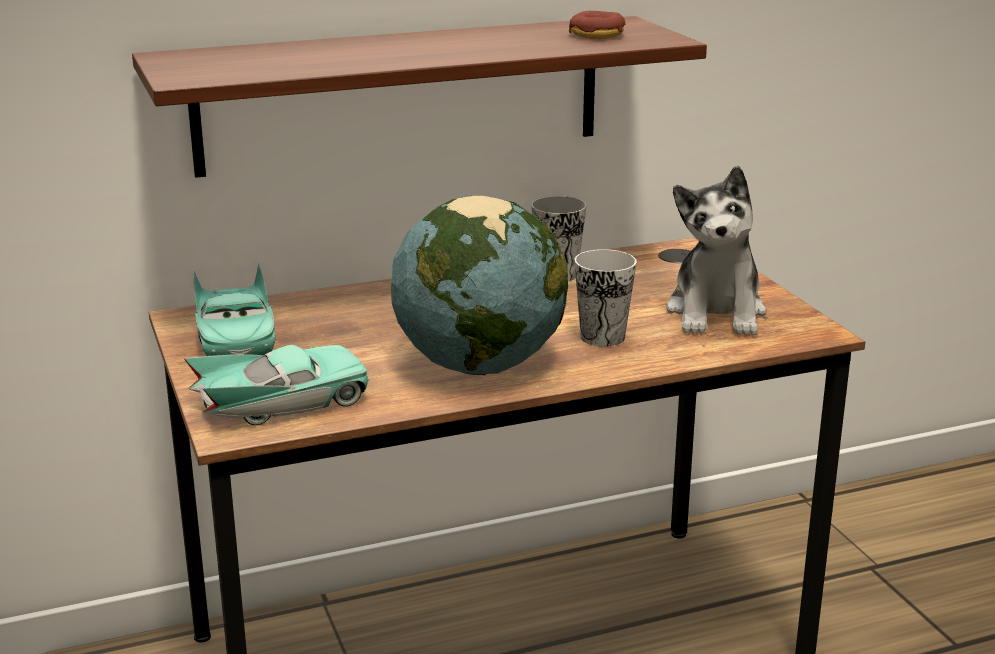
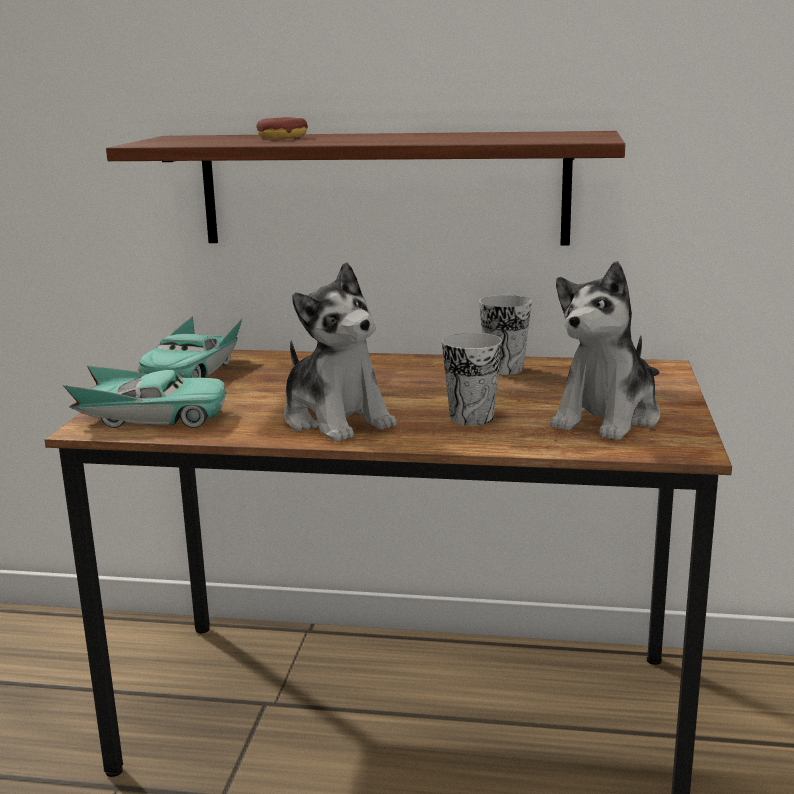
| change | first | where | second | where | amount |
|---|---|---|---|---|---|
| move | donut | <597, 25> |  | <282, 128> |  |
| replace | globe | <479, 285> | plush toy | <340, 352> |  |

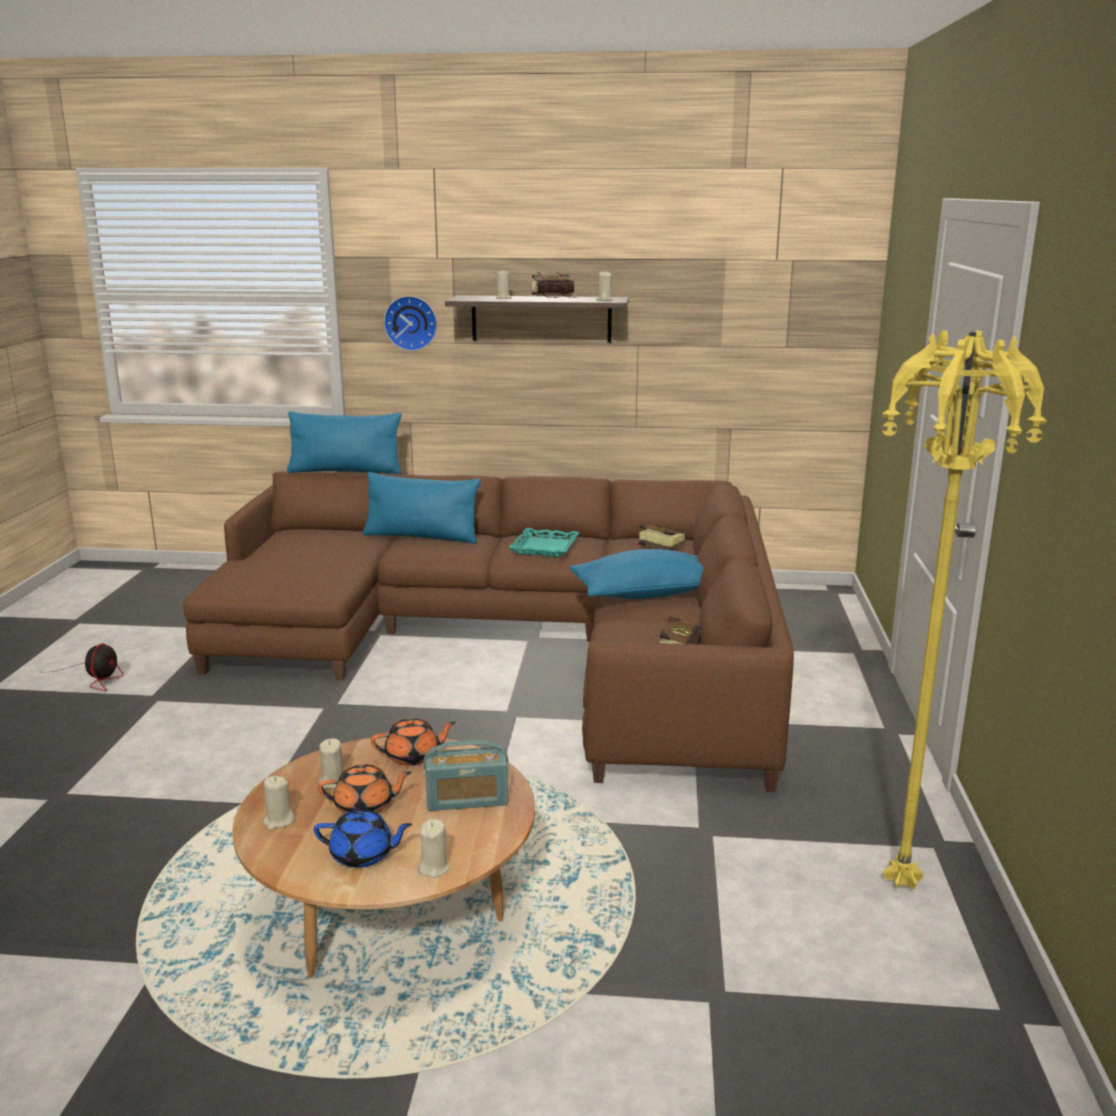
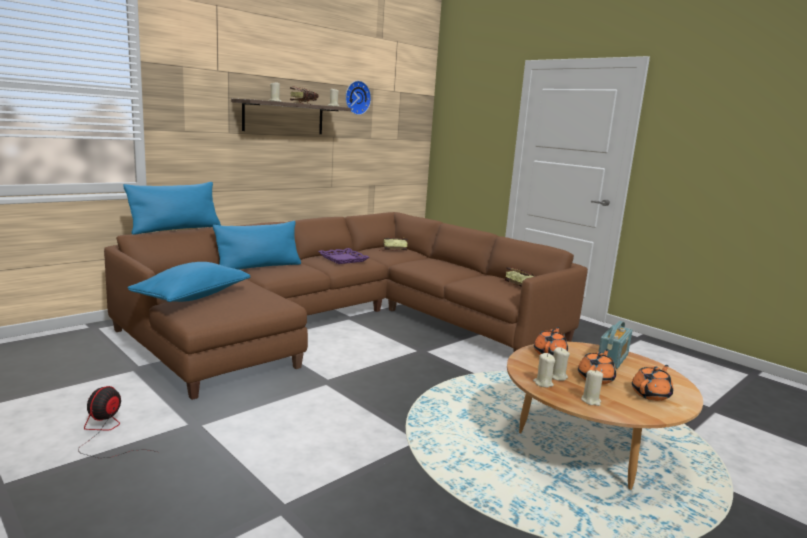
| change | first | where | second | where | amount |
|---|---|---|---|---|---|
| move | wall clock | <410, 323> |  | <358, 98> |  |
| delete | yellow floor lamp | <964, 609> |  |  |  |
| recolor | turquoise tray | <544, 542> | purple tray | <344, 256> |  |
| move | blue pillow | <636, 574> |  | <189, 282> |  |
| rotate | fan | <88, 667> |  | <117, 422> | 120 degrees counterclockwise |
| recolor | blue teapot | <363, 839> | orange teapot | <652, 383> |  |
| move | beige candle | <434, 848> |  | <544, 370> |  |

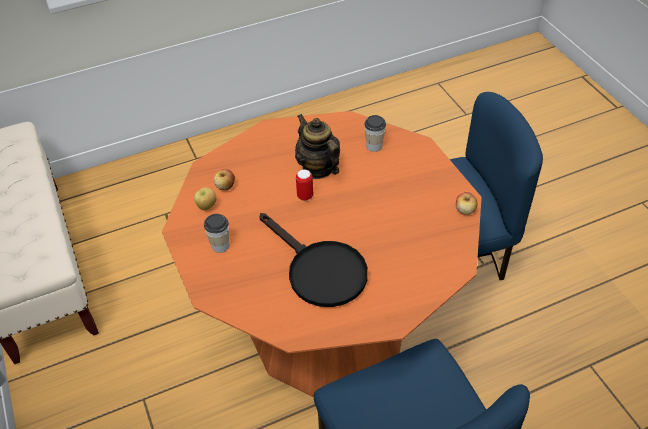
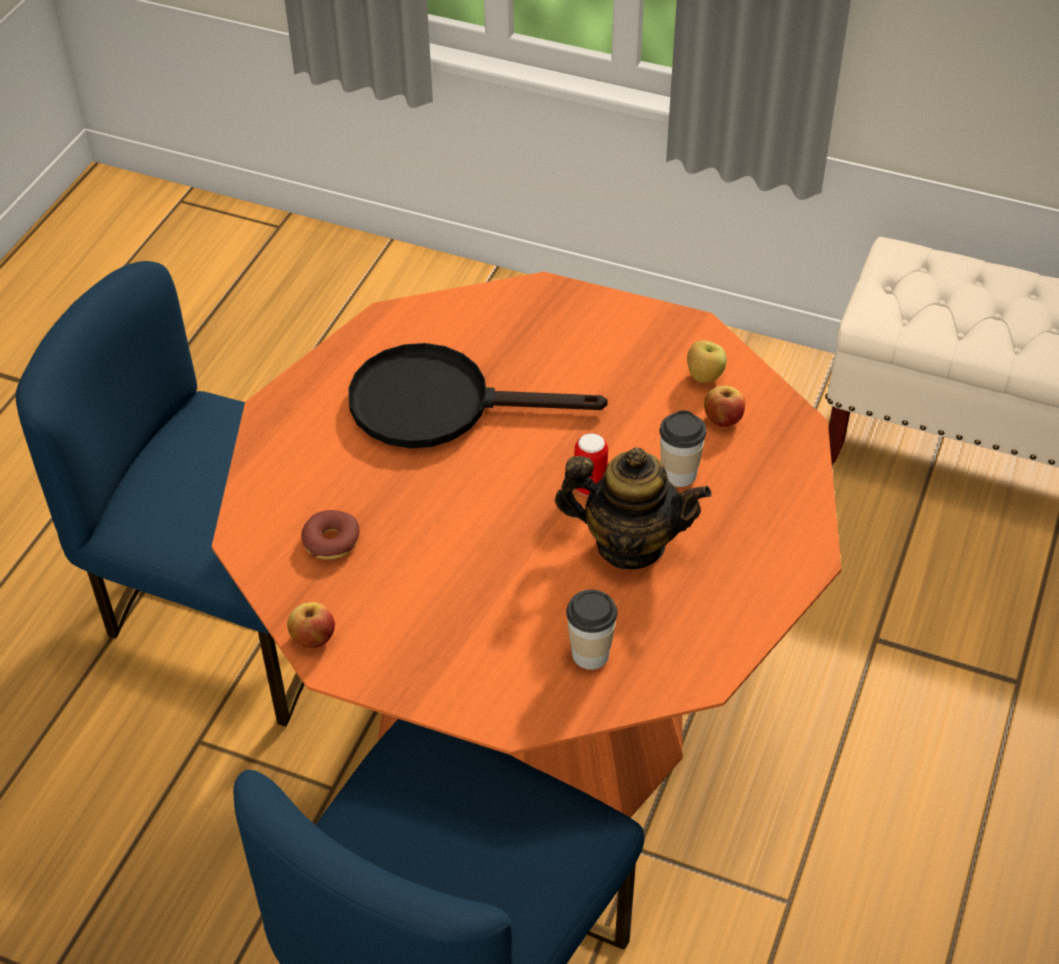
| change | first | where | second | where | amount |
|---|---|---|---|---|---|
| move | cup | <217, 233> |  | <683, 448> |  |
| insert |  |  | donut | <330, 534> |  |

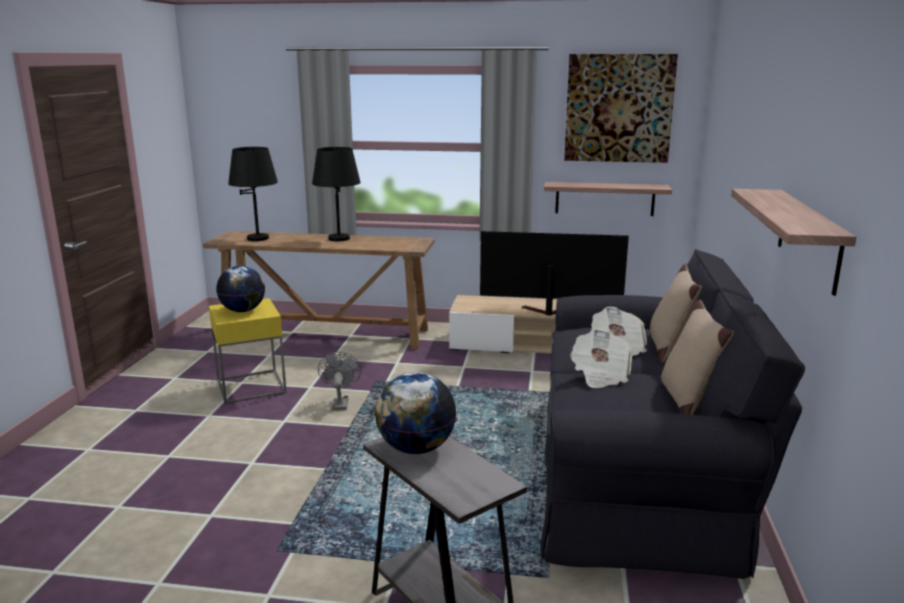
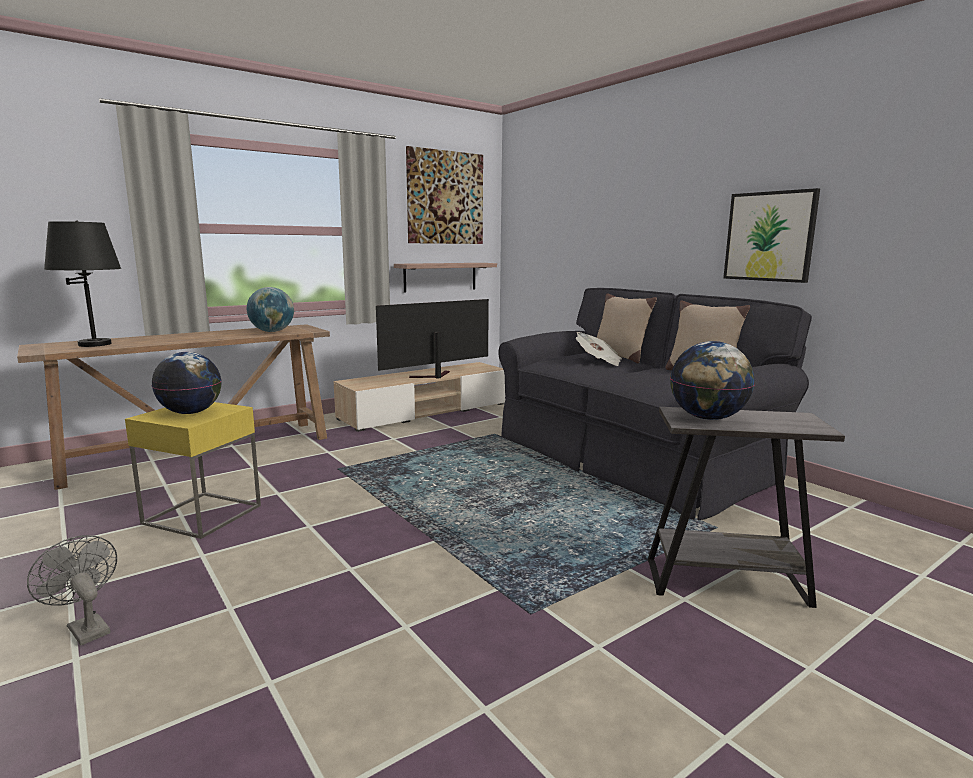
| change | first | where | second | where | amount |
|---|---|---|---|---|---|
| delete | black table lamp | <336, 194> |  |  |  |
| replace | shelf | <793, 242> | picture | <771, 235> |  |
| delete | newspaper | <601, 358> |  |  |  |
| move | grey fan | <339, 381> |  | <72, 590> |  |
| insert |  |  | globe | <270, 309> |  |

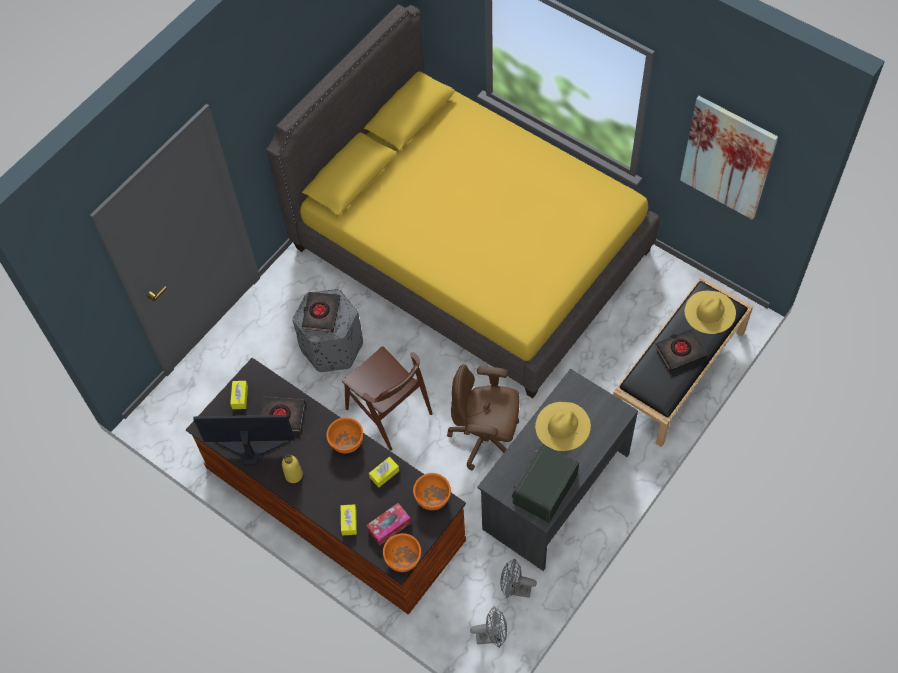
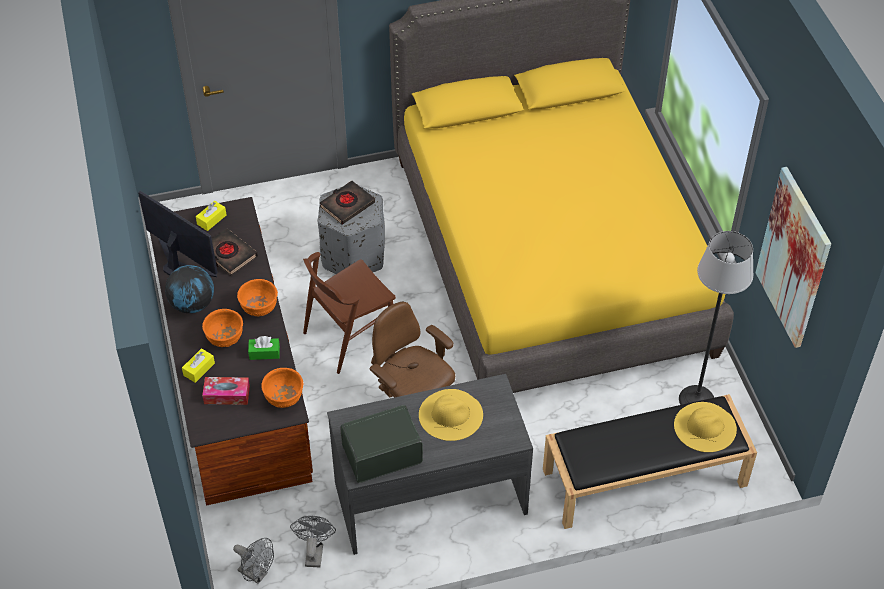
| change | first | where | second | where | amount |
|---|---|---|---|---|---|
| delete | black book | <681, 349> |  |  |  |
| rotate | brown chair | <387, 398> |  | <349, 313> | 60 degrees clockwise |
| replace | yellow bottle | <292, 469> | globe | <189, 289> |  |
| recolor | yellow tissue box | <384, 472> | green tissue box | <264, 348> |  |
| move | orange bowl | <402, 552> |  | <222, 328> |  |
| rotate | grey fan | <518, 578> |  | <313, 541> | 45 degrees clockwise |
| insert |  |  | floor lamp | <716, 318> |  |

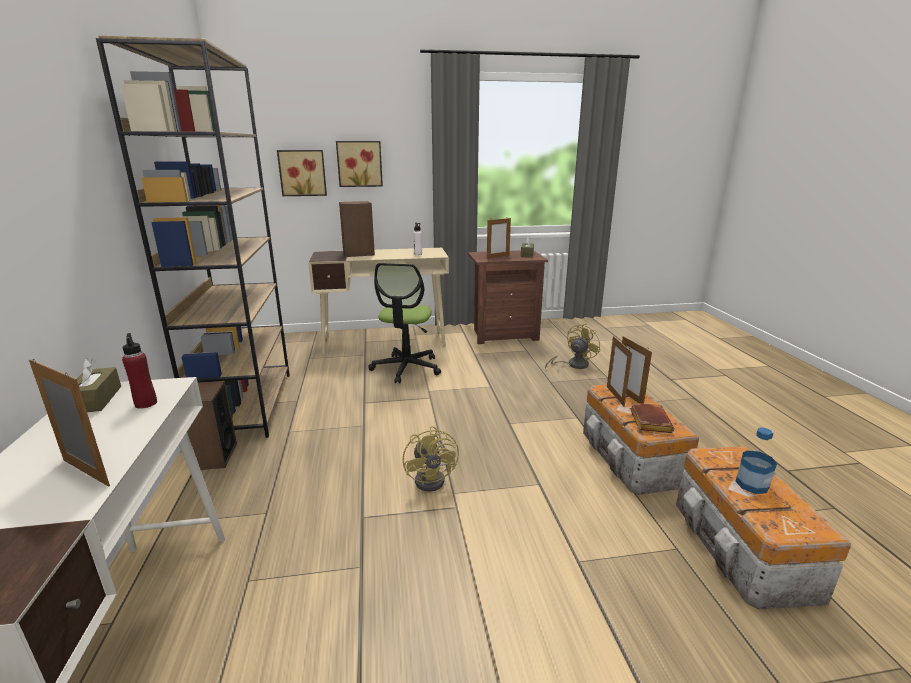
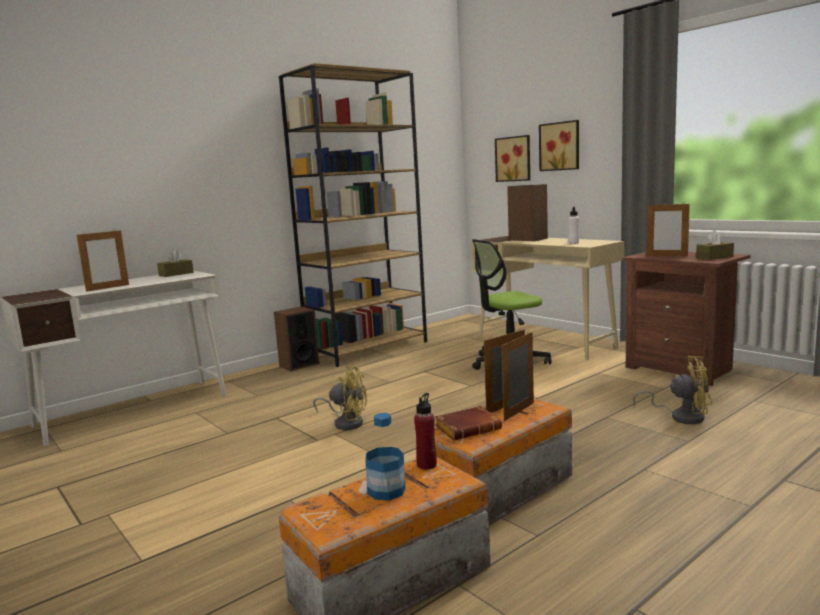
| change | first | where | second | where | amount |
|---|---|---|---|---|---|
| move | red bottle | <139, 371> |  | <425, 431> |  |
| rotate | picture frame | <69, 423> |  | <103, 260> | 45 degrees clockwise |
| rotate | yellow fan | <430, 459> |  | <340, 398> | 120 degrees counterclockwise |

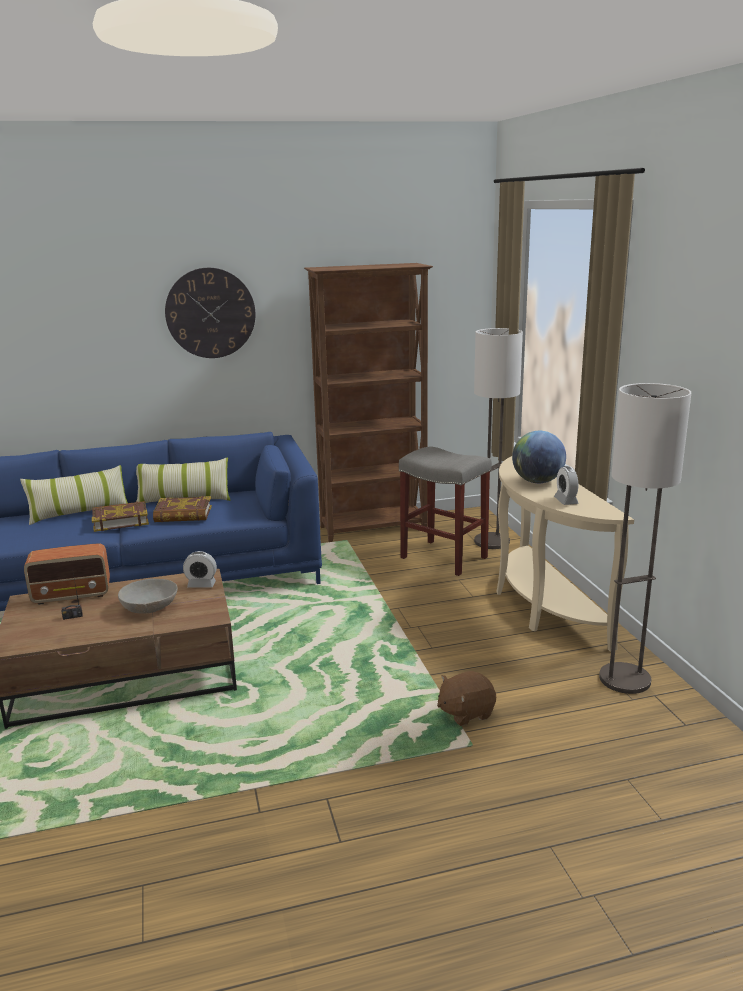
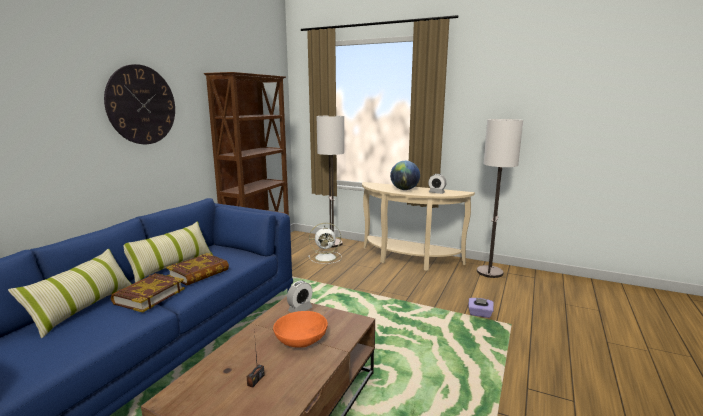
| change | first | where | second | where | amount |
|---|---|---|---|---|---|
| replace | grey stool | <445, 511> | white fan | <325, 243> |  |
| delete | radio | <67, 574> |  |  |  |
| recolor | grey bowl | <148, 596> | orange bowl | <300, 329> |  |
| replace | brown plush toy | <466, 698> | purple tissue box | <481, 308> |  |

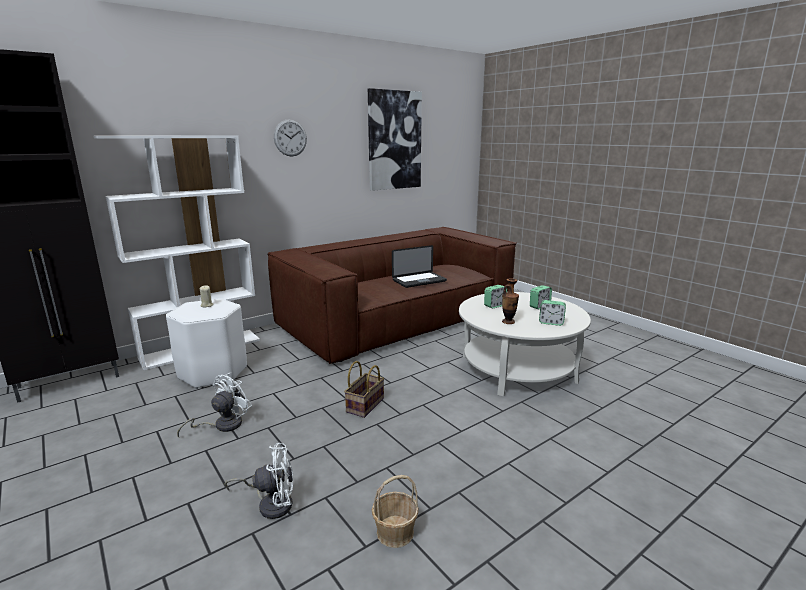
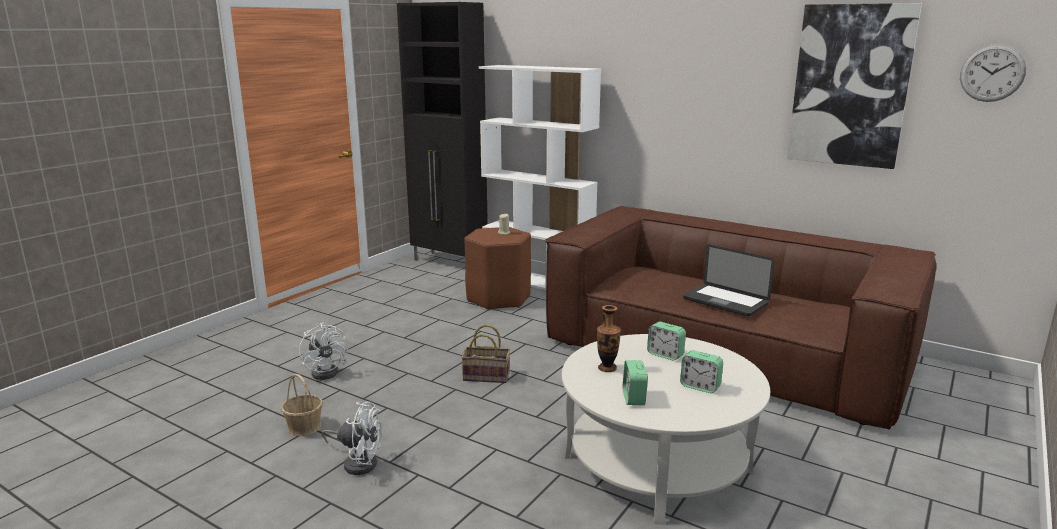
| change | first | where | second | where | amount |
|---|---|---|---|---|---|
| move | wall clock | <290, 137> |  | <993, 73> |  |
| recolor | white stool | <206, 343> | brown stool | <497, 268> |  |
| move | white fan | <214, 405> |  | <352, 438> |  |

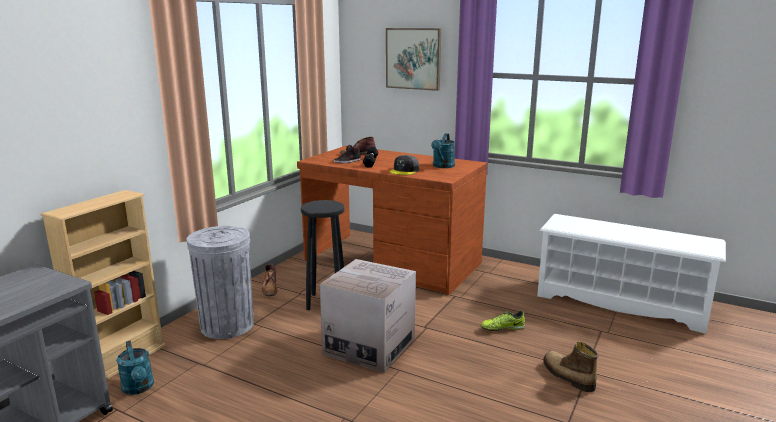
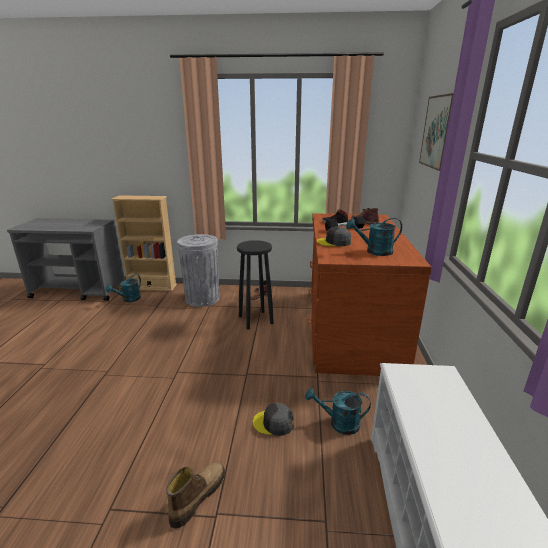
| change | first | where | second | where | amount |
|---|---|---|---|---|---|
| delete | cardboard box | <368, 316> |  |  |  |
| replace | shoe | <503, 320> | grey cap | <273, 419> |  |
| insert |  |  | turquoise watering can | <338, 411> |  |

